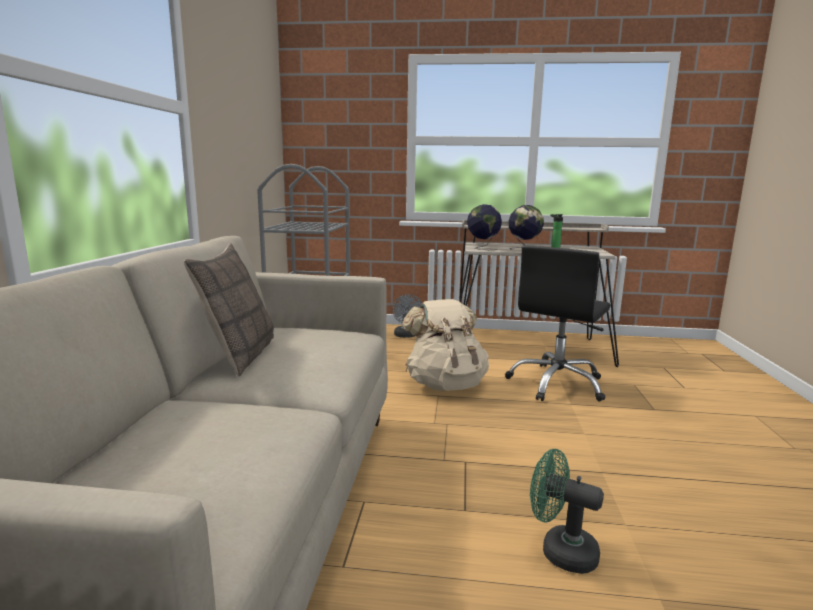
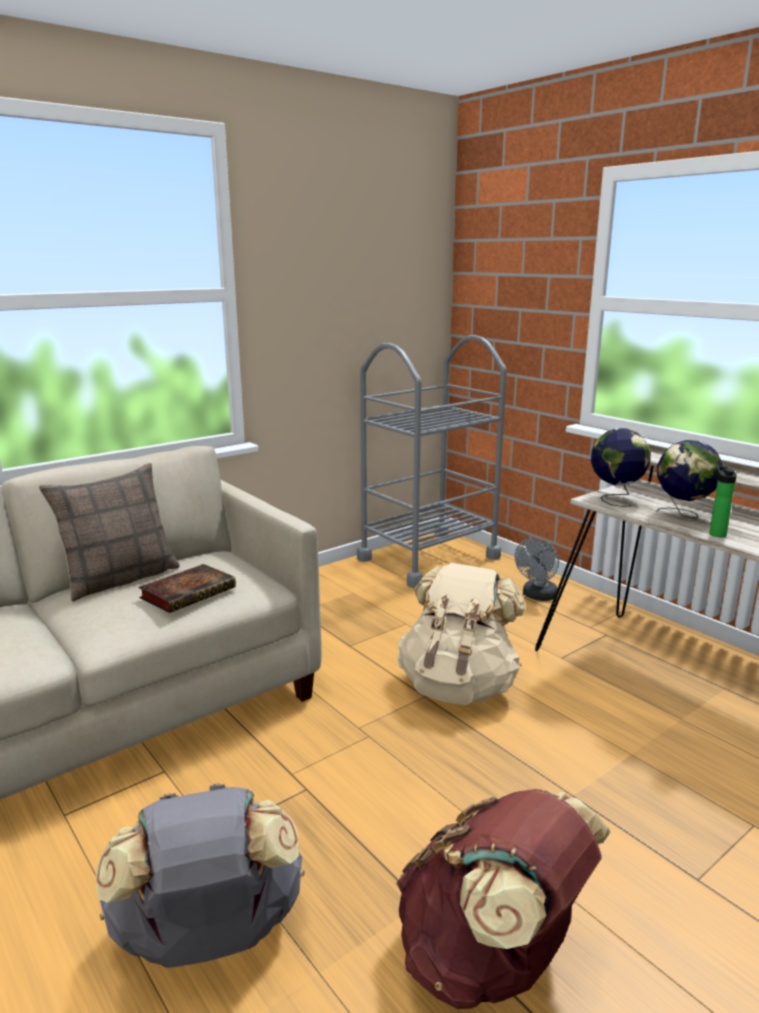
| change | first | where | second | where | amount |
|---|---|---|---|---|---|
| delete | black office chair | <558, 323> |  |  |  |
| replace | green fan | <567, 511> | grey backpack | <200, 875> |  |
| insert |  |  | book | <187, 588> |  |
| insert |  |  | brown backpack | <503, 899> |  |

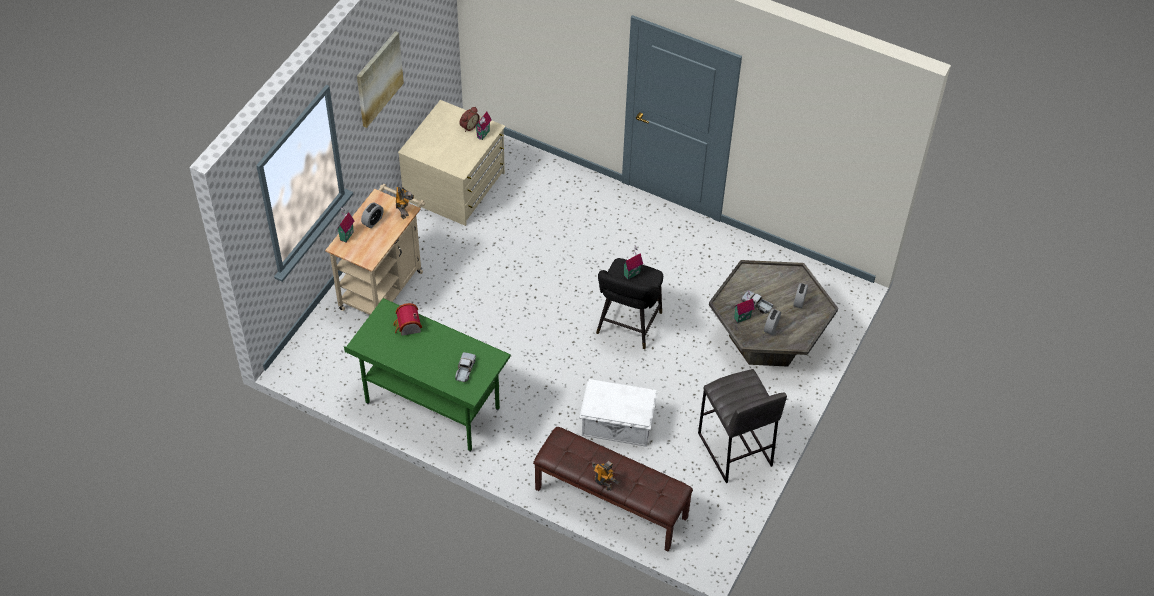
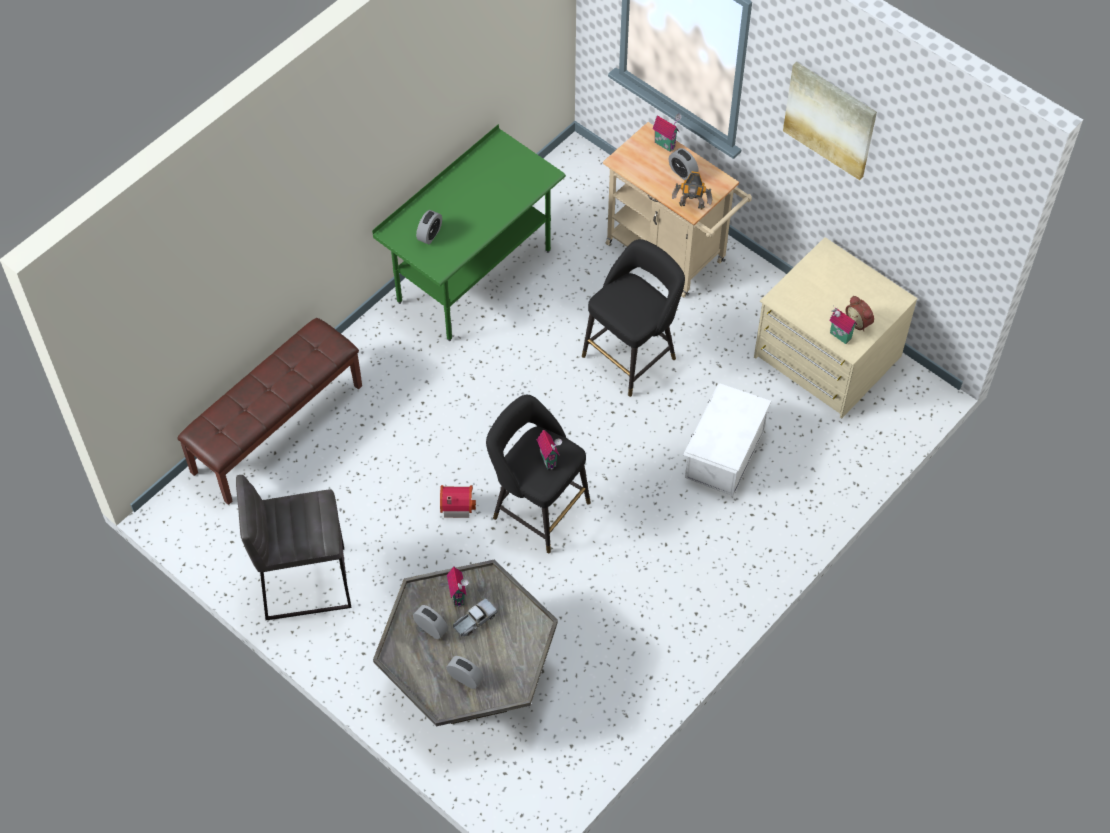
| change | first | where | second | where | amount |
|---|---|---|---|---|---|
| move | toy house | <407, 319> |  | <458, 501> |  |
| replace | toy truck | <465, 367> | alarm clock | <429, 227> |  |
| move | white storage box | <618, 413> |  | <727, 439> |  |
| delete | toy robot | <606, 476> |  |  |  |
| insert |  |  | black stool | <633, 318> |  |

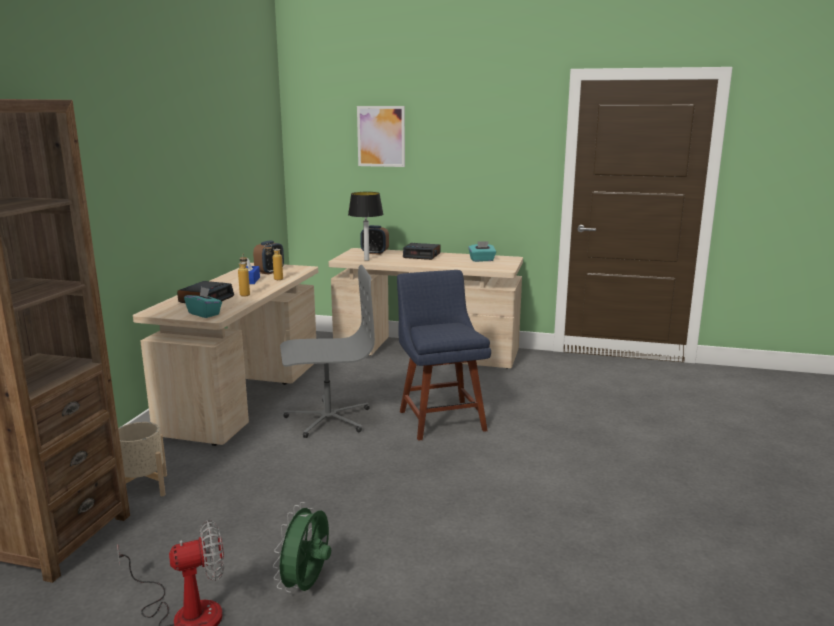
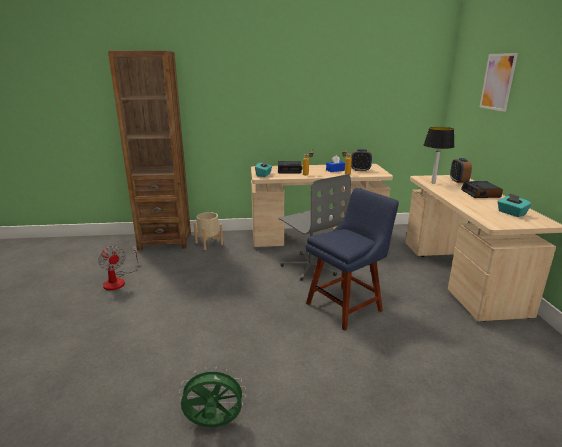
| change | first | where | second | where | amount |
|---|---|---|---|---|---|
| move | green fan | <302, 547> |  | <212, 396> |  |

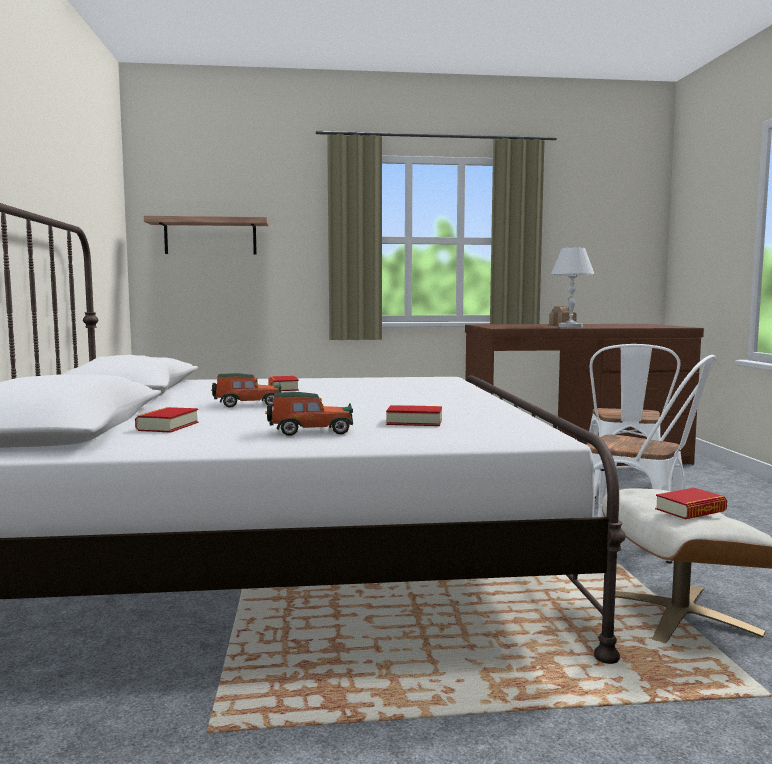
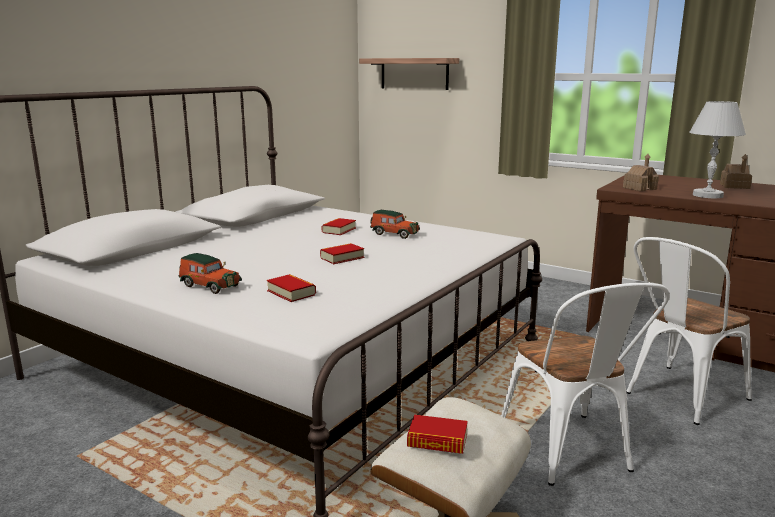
| change | first | where | second | where | amount |
|---|---|---|---|---|---|
| move | toy car | <246, 390> |  | <395, 224> |  |
| move | book | <167, 420> |  | <342, 253> |  |
| insert |  |  | toy house | <641, 172> |  |

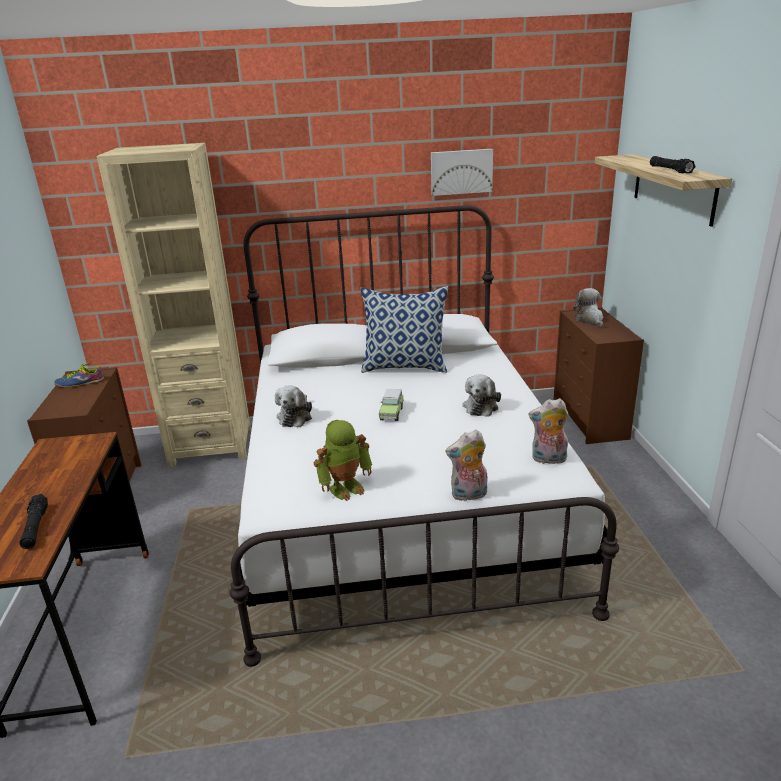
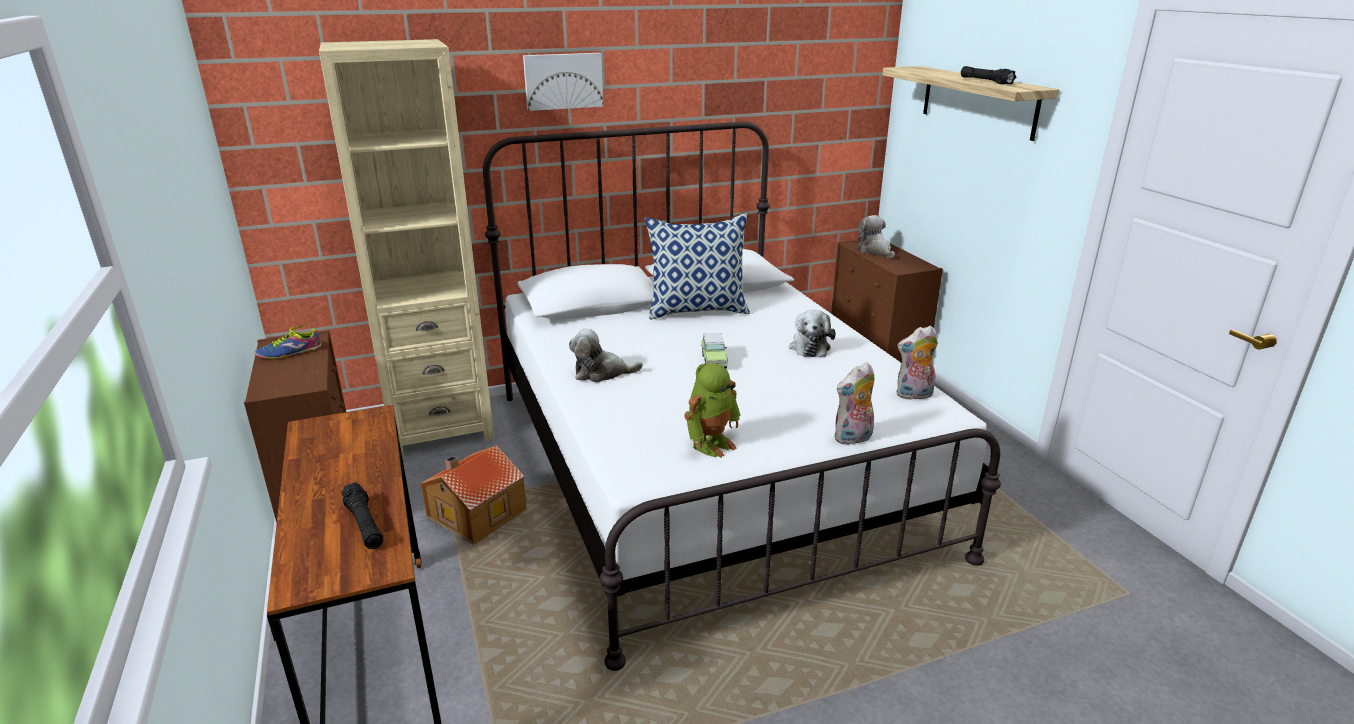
| change | first | where | second | where | amount |
|---|---|---|---|---|---|
| move | picture | <462, 172> |  | <563, 82> |  |
| rotate | plush toy | <293, 406> |  | <606, 355> | 90 degrees clockwise |
| insert |  |  | toy house | <473, 495> |  |

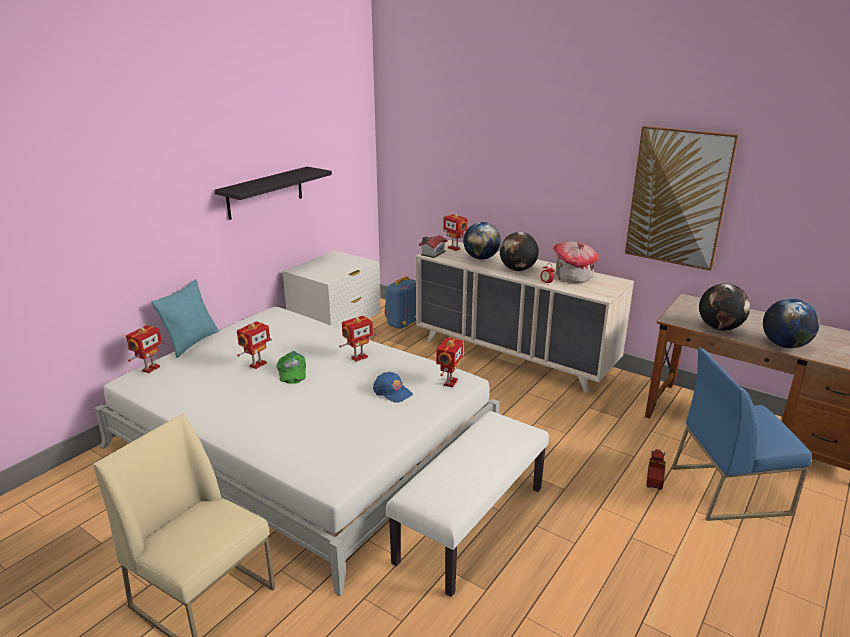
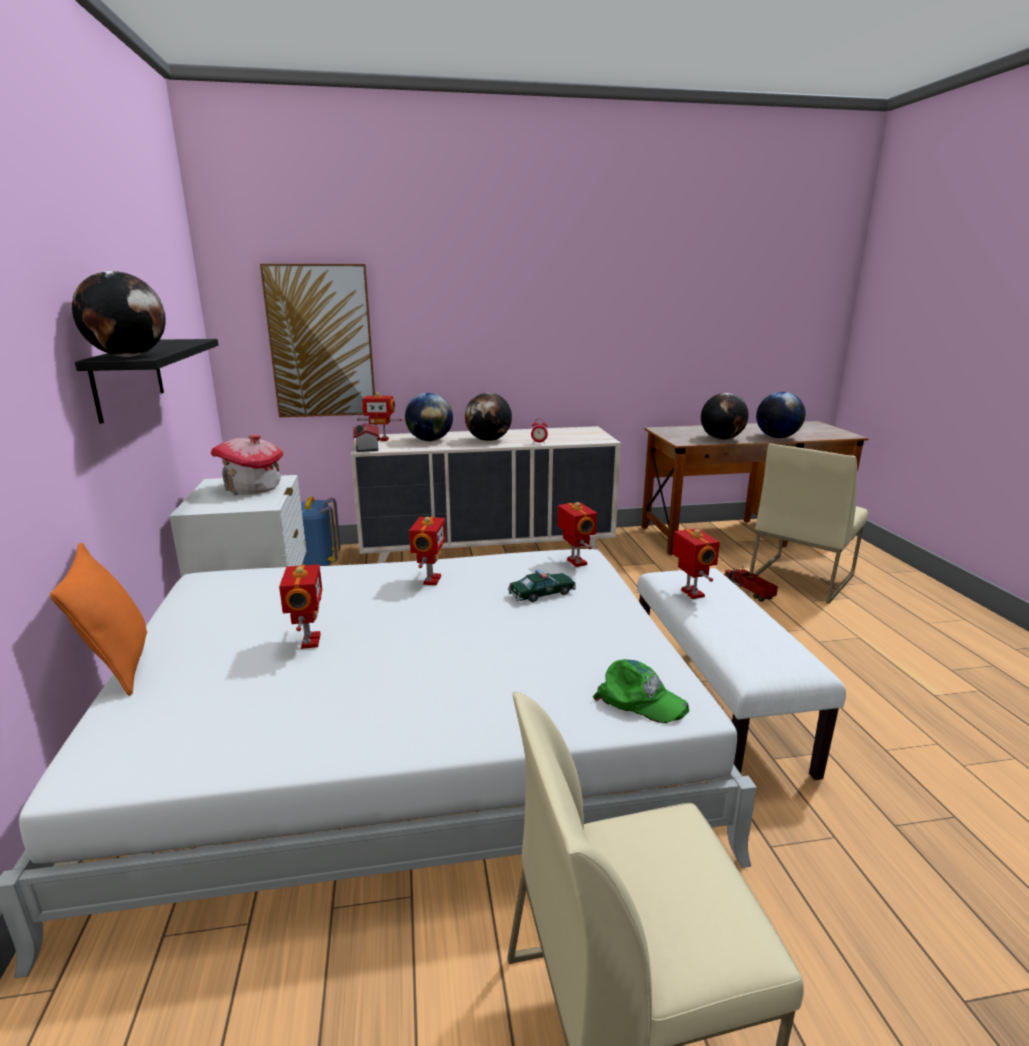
| change | first | where | second | where | amount |
|---|---|---|---|---|---|
| move | picture | <682, 198> |  | <317, 341> |  |
| move | toy house | <576, 262> |  | <246, 465> |  |
| recolor | turquoise pillow | <185, 318> | orange pillow | <98, 619> |  |
| move | toy robot | <145, 349> |  | <696, 563> |  |
| recolor | blue chair | <742, 434> | beige chair | <809, 523> |  |
| move | green cap | <291, 367> |  | <641, 691> |  |
| replace | blue cap | <393, 387> | toy car | <542, 585> |  |
| insert |  |  | globe | <119, 314> |  |

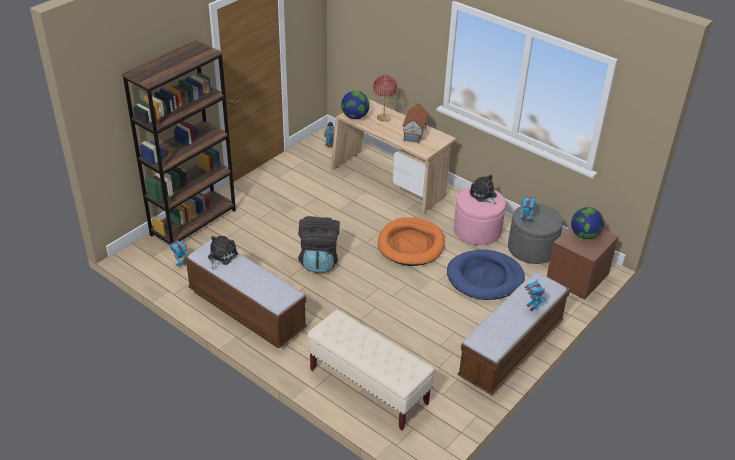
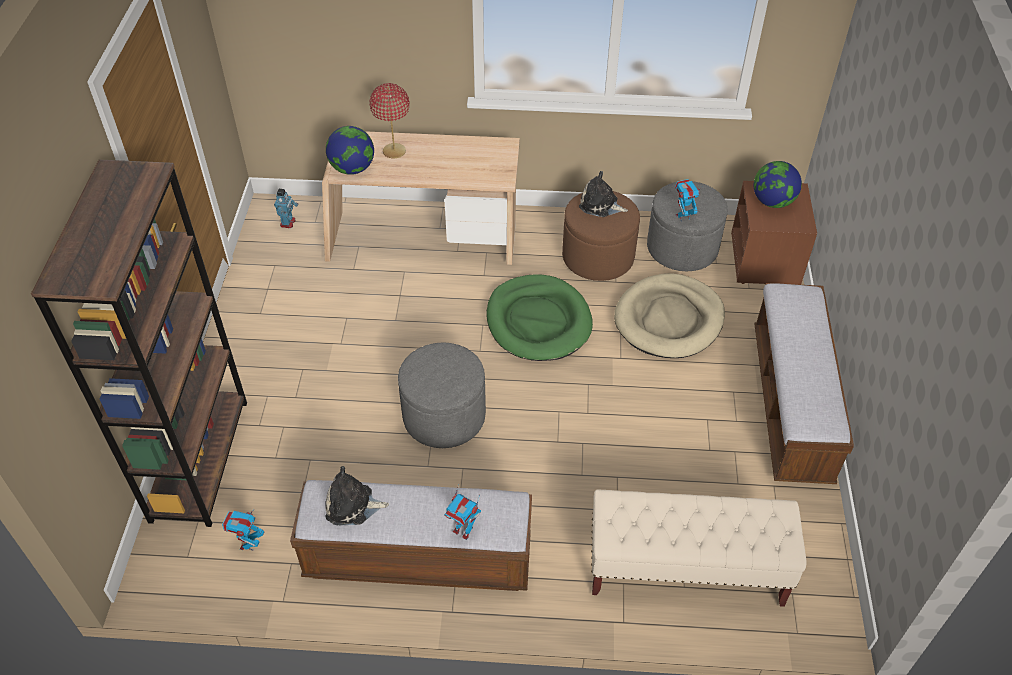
| change | first | where | second | where | amount |
|---|---|---|---|---|---|
| delete | toy house | <415, 123> |  |  |  |
| recolor | pink ottoman | <480, 216> | brown ottoman | <601, 236> |  |
| replace | black backpack | <319, 244> | grey ottoman | <442, 395> |  |
| recolor | orange dog bed | <411, 241> | green dog bed | <539, 318> |  |
| rotate | plush toy | <223, 252> |  | <357, 495> | 75 degrees counterclockwise |
| recolor | blue dog bed | <486, 275> | beige dog bed | <669, 315> |  |
| move | toy robot | <536, 295> |  | <462, 512> |  |

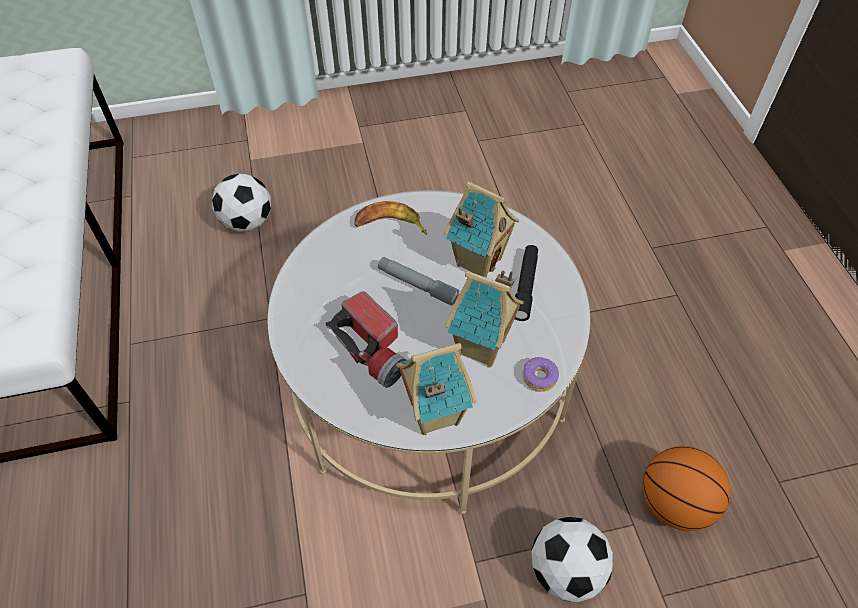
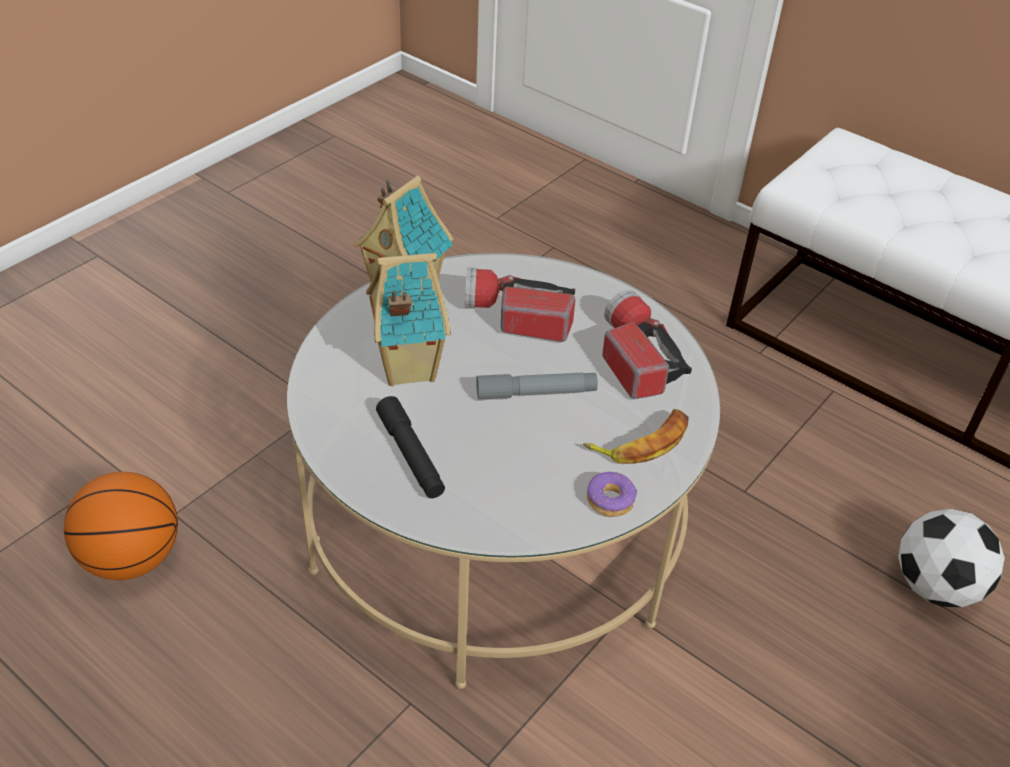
| change | first | where | second | where | amount |
|---|---|---|---|---|---|
| delete | toy house | <481, 229> |  |  |  |
| move | donut | <541, 374> |  | <612, 494> |  |
| delete | football | <572, 560> |  |  |  |
| insert |  |  | flashlight | <647, 344> |  |

